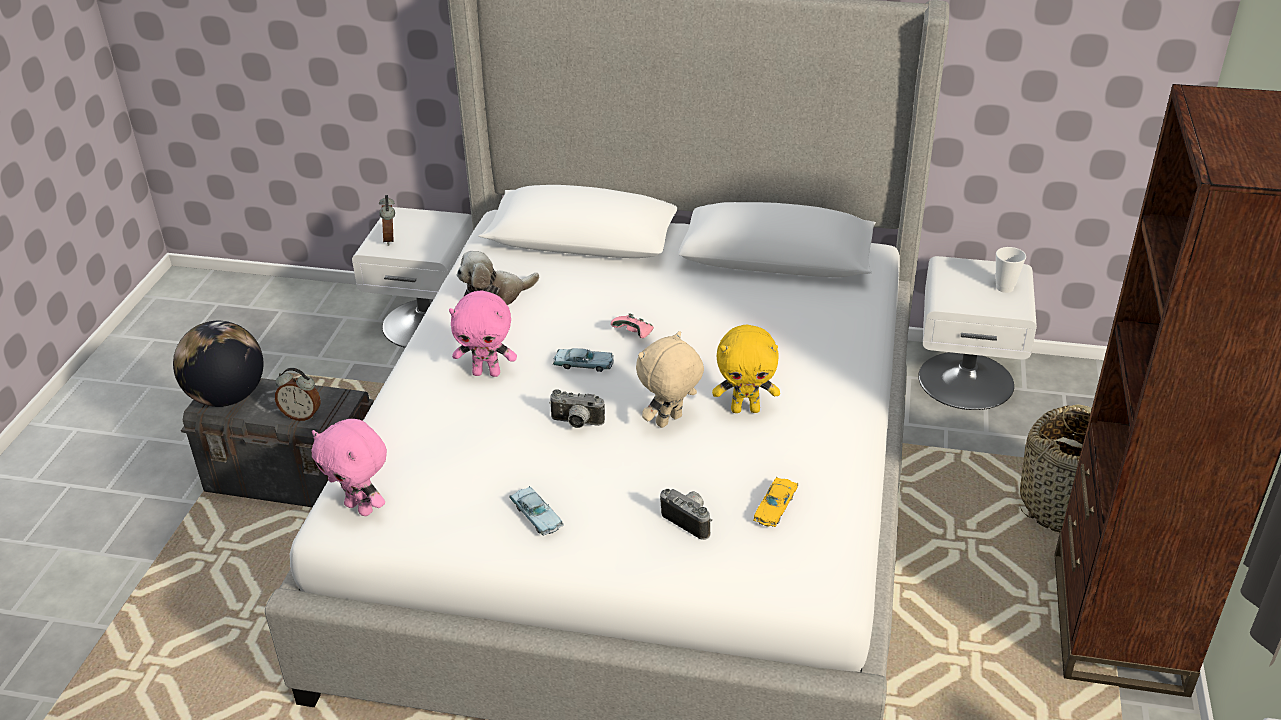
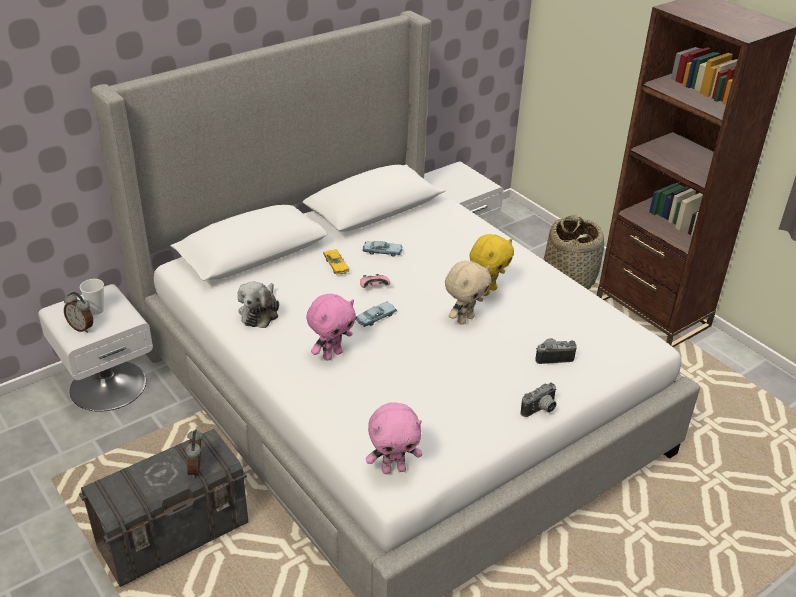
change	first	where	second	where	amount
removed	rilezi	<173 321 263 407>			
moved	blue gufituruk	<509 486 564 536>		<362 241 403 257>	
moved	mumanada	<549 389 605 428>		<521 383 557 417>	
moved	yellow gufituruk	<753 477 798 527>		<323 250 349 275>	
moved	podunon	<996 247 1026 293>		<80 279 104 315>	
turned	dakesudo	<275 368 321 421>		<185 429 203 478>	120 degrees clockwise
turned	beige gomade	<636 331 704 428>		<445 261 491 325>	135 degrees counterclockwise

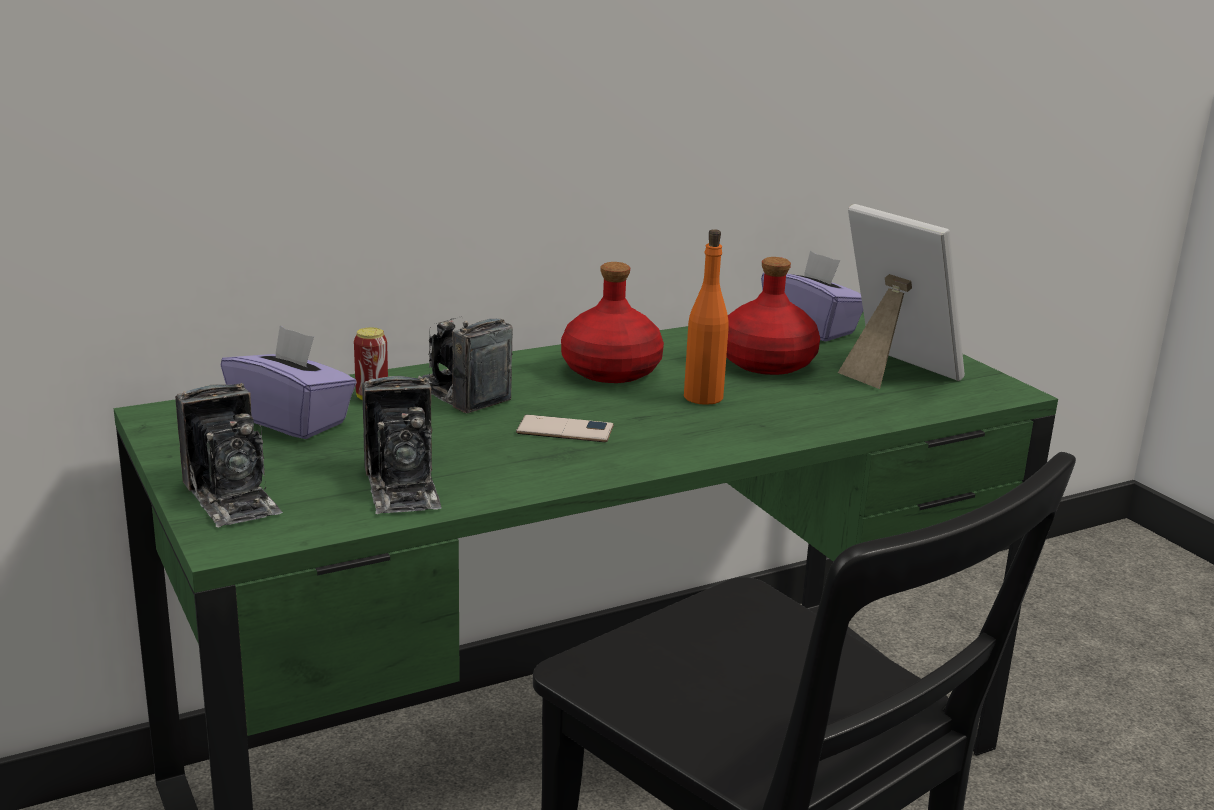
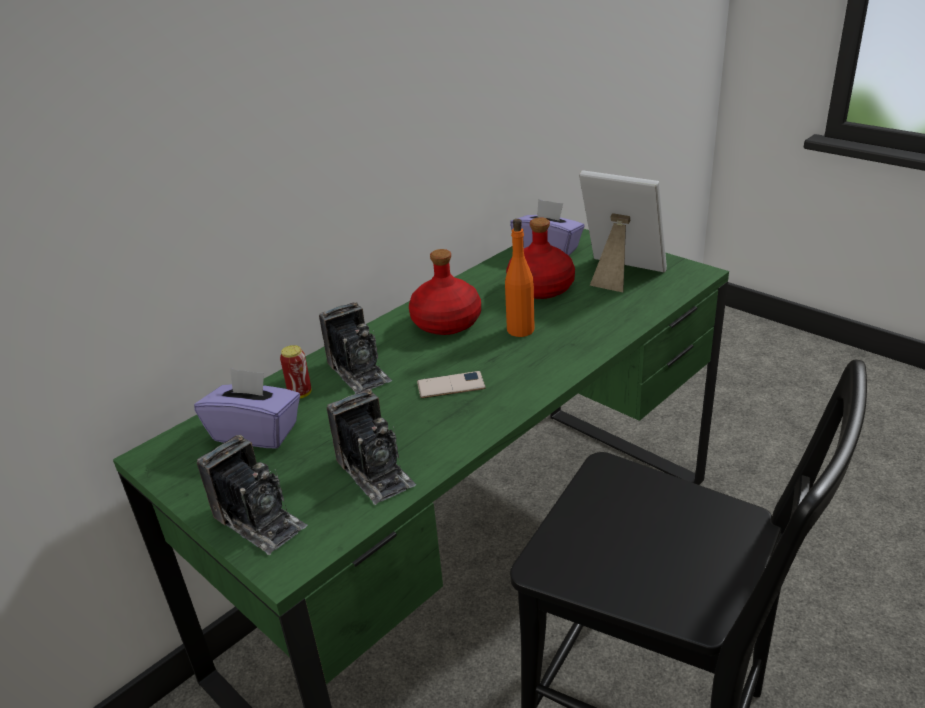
change	first	where	second	where	amount
turned	mumanada	<418 317 513 414>		<319 302 392 394>	150 degrees counterclockwise

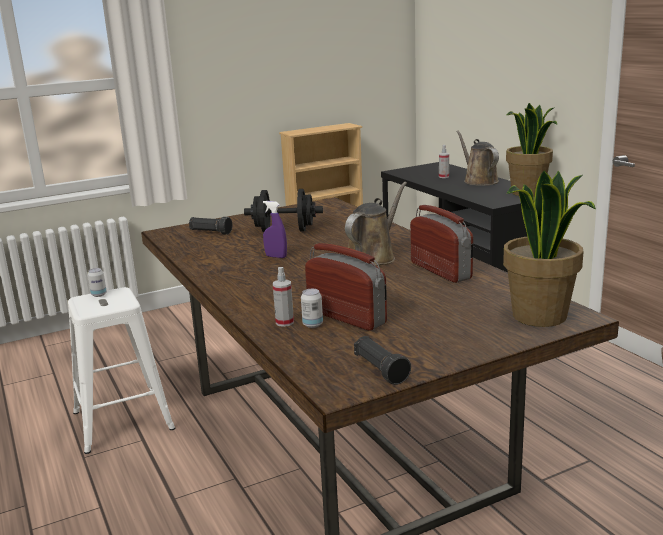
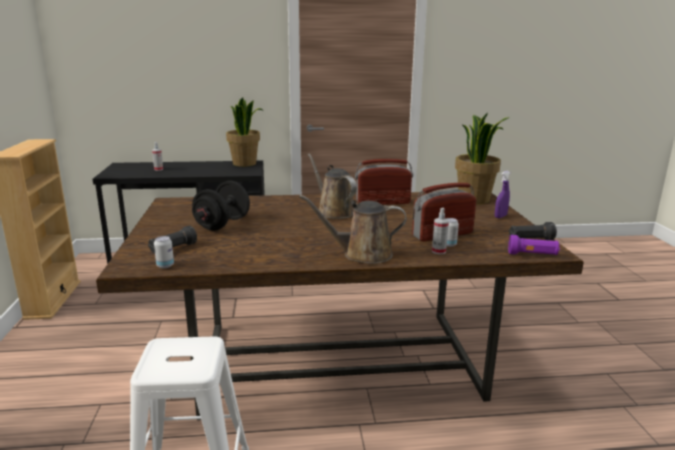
change	first	where	second	where	amount
added			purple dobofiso	<508 235 560 255>	
moved	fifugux	<88 268 107 297>		<154 236 174 268>	
moved	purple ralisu	<263 201 287 258>		<495 171 510 218>	
moved	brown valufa	<457 131 499 186>		<299 195 407 264>	

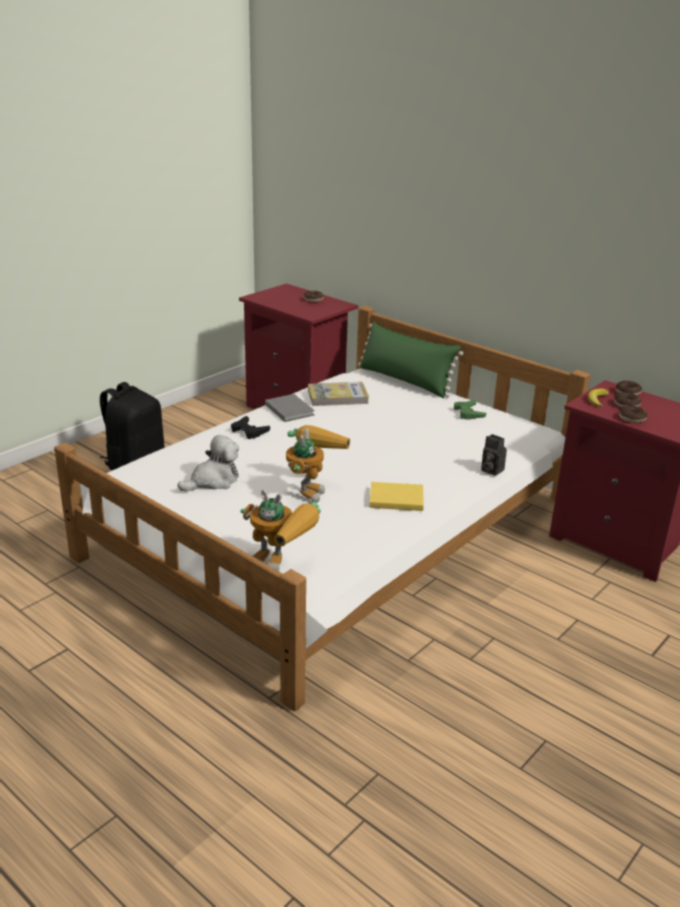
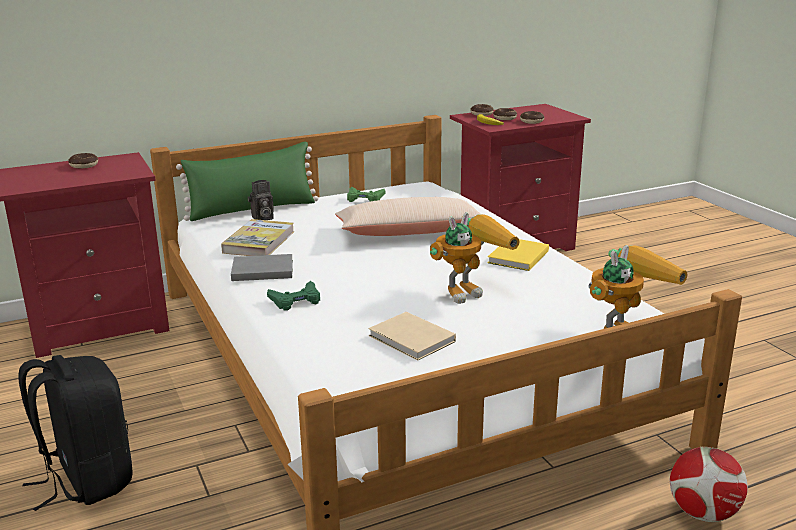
change	first	where	second	where	amount
added			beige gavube	<335 197 481 236>	
added			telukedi	<670 447 748 522>	
moved	mumanada	<481 434 507 476>		<248 180 274 220>	
replaced	gomade	<178 435 239 492>	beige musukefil	<369 312 456 360>	
recoloured	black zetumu	<231 416 270 439>	green zetumu	<267 281 320 311>	
turned	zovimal	<286 425 350 503>		<430 212 519 304>	105 degrees clockwise

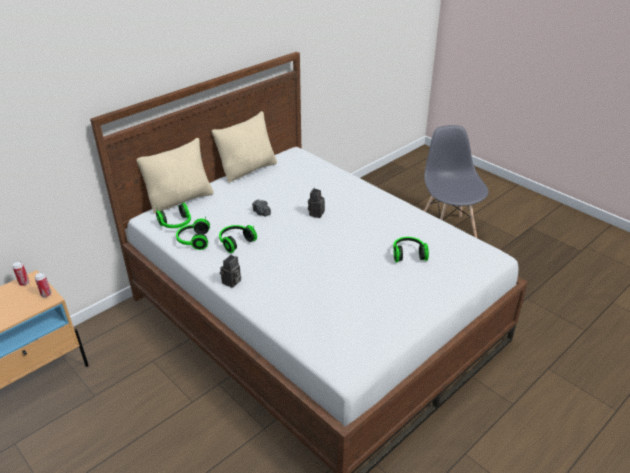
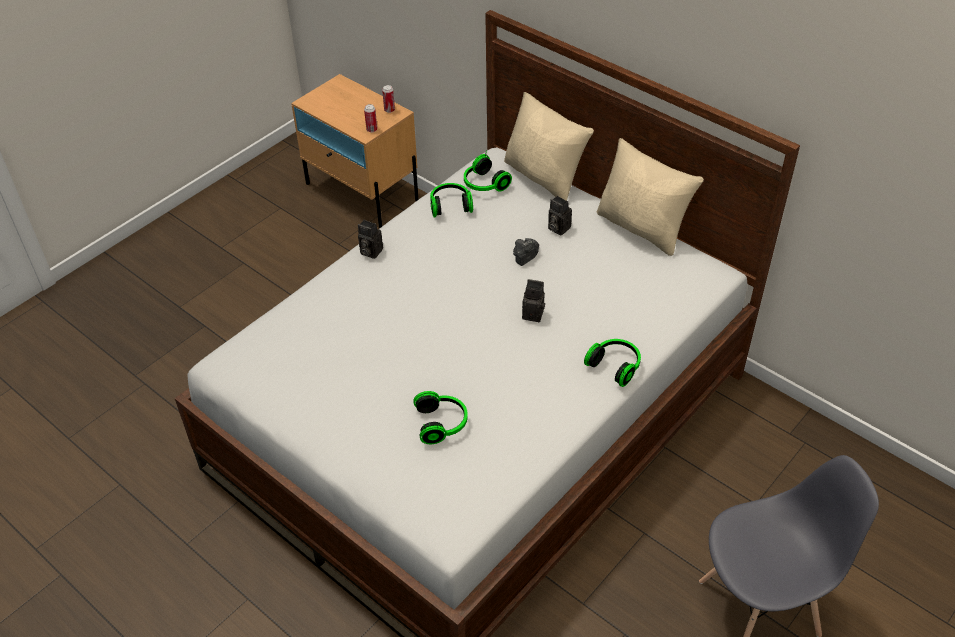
change	first	where	second	where	amount
added			mumanada	<548 196 572 235>	
moved	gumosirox	<219 225 257 253>		<584 339 641 387>	

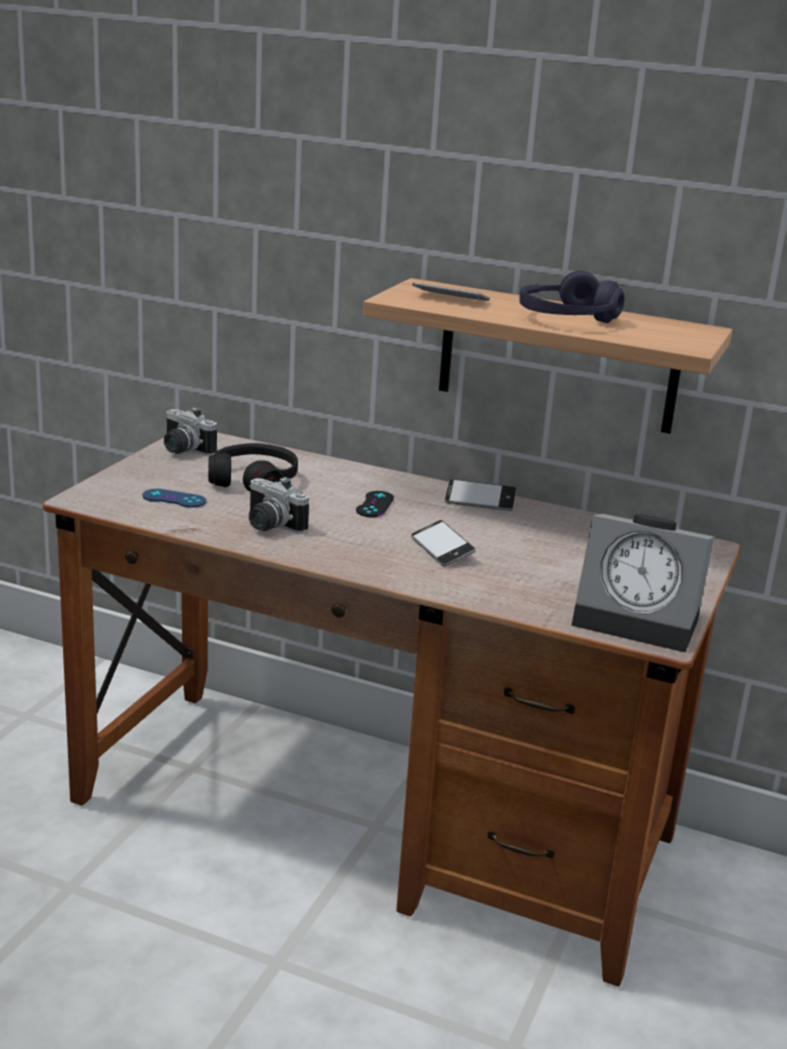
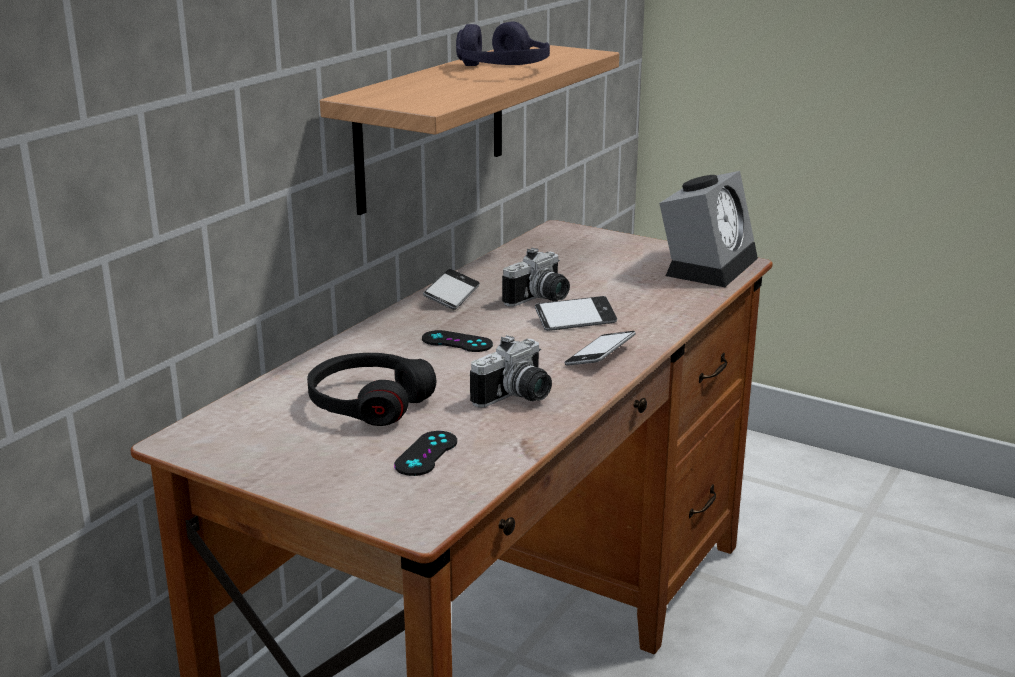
change	first	where	second	where	amount
moved	mumanada	<164 407 217 456>		<502 248 570 307>	
moved	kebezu	<412 282 490 301>		<565 331 636 366>	
recoloured	blue zetumu	<142 489 206 508>	black zetumu	<394 431 457 476>	

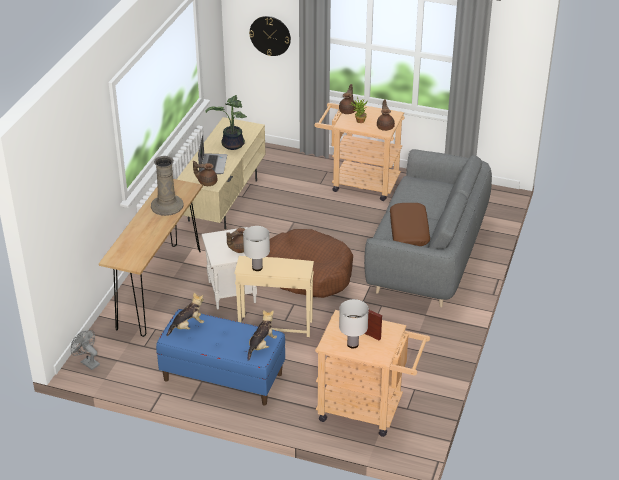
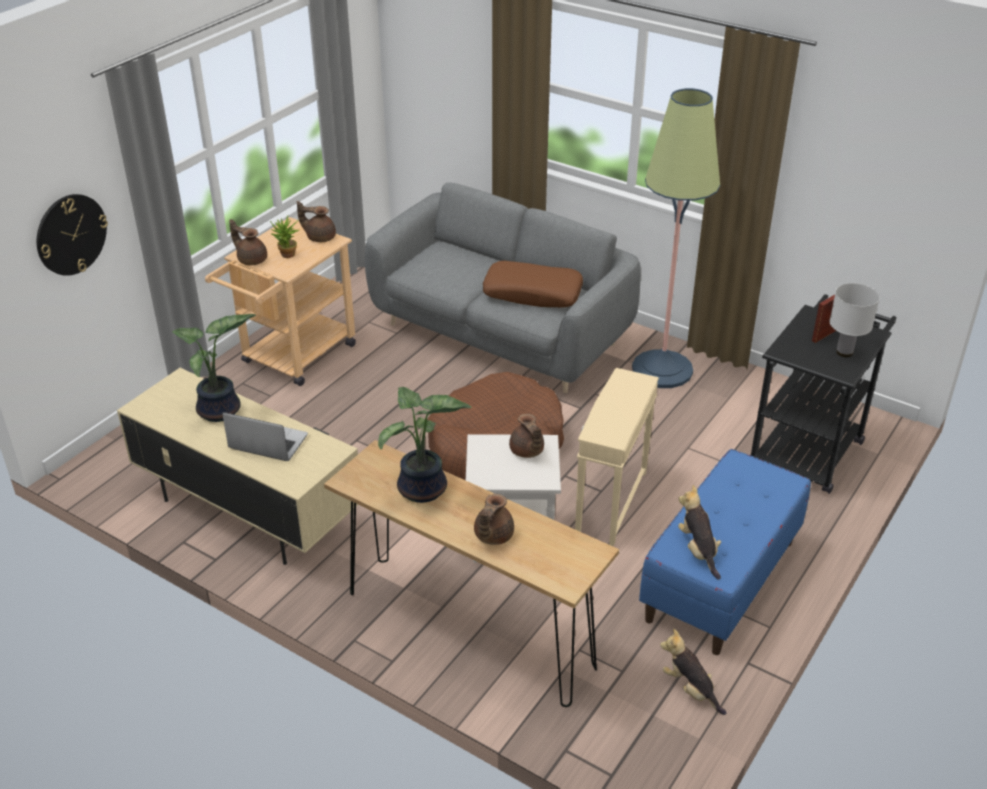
change	first	where	second	where	amount
removed	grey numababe	<71 330 100 370>			
removed	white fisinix	<243 226 270 271>			
added			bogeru	<632 88 720 388>	
moved	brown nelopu	<193 161 217 186>		<474 494 514 545>	
moved	gomade	<248 310 277 361>		<660 629 726 715>	
replaced	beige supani	<151 156 183 216>	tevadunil	<378 387 471 503>	
recoloured	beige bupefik	<315 310 430 437>	black bupefik	<751 294 896 494>	

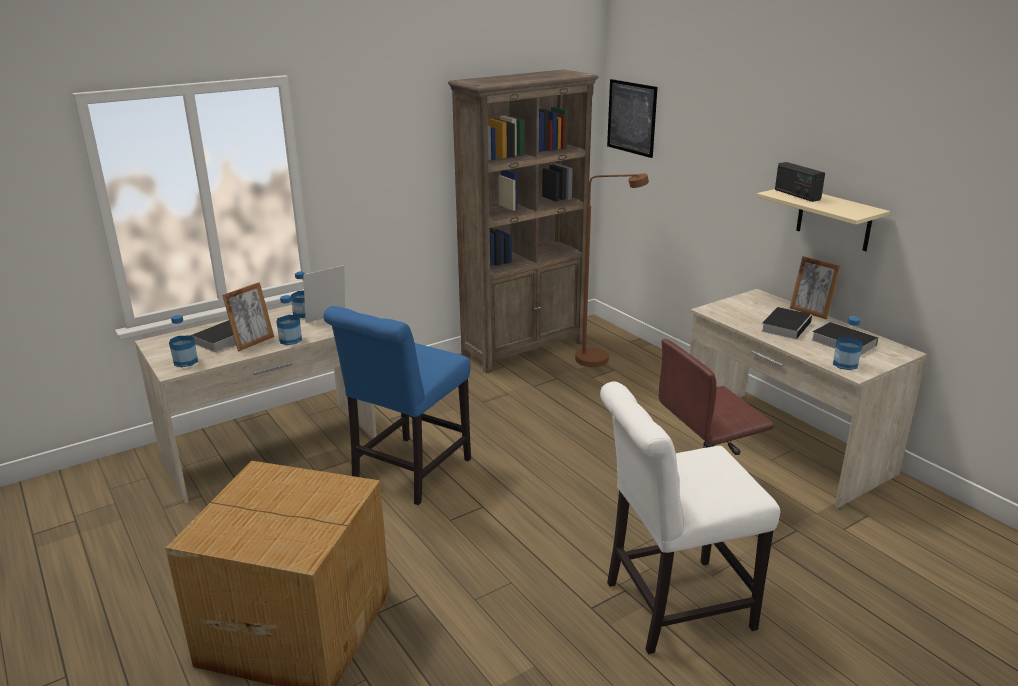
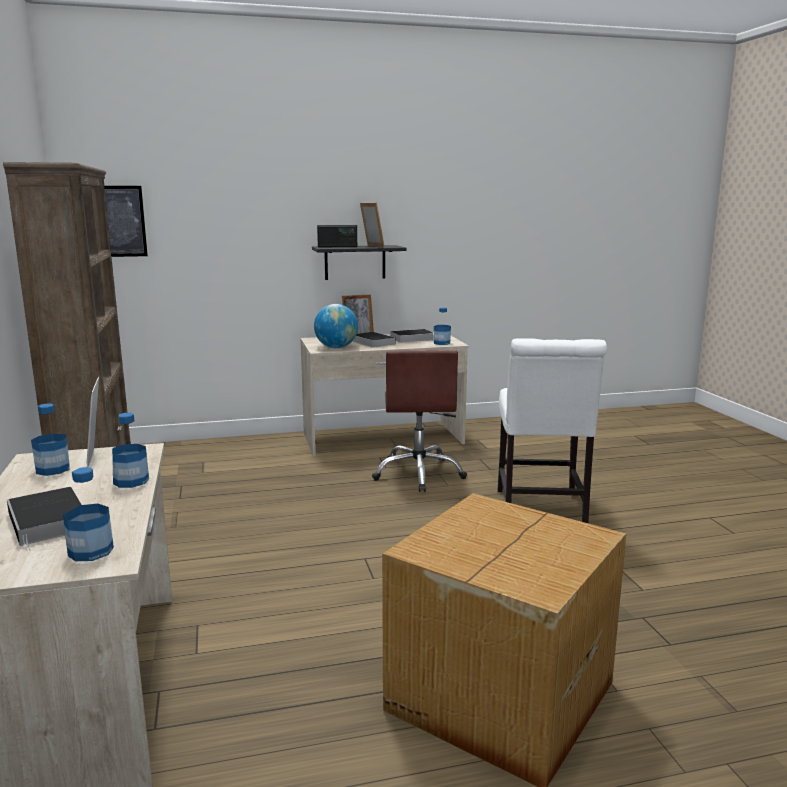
change	first	where	second	where	amount
removed	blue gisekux	<323 306 471 505>			
removed	brown bogeru	<575 174 649 367>			
added			rilezi	<314 304 358 348>	
moved	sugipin	<222 282 274 351>		<360 203 385 247>	
recoloured	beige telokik	<756 189 890 251>	black telokik	<312 245 407 280>	

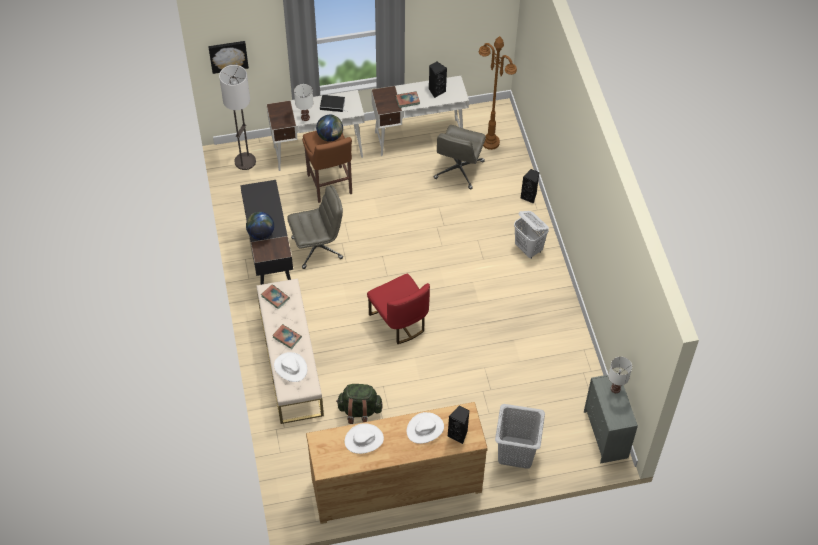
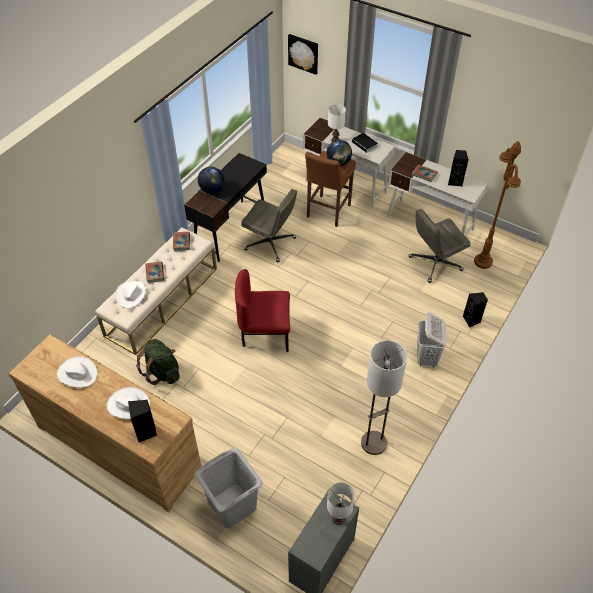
change	first	where	second	where	amount
moved	bogeru	<219 65 256 170>		<361 340 407 455>	
turned	red gisekux	<367 274 430 344>		<235 269 290 352>	75 degrees clockwise

